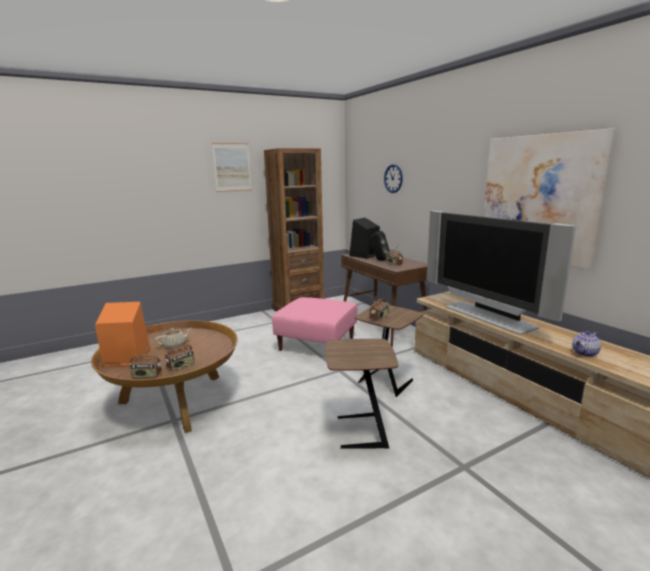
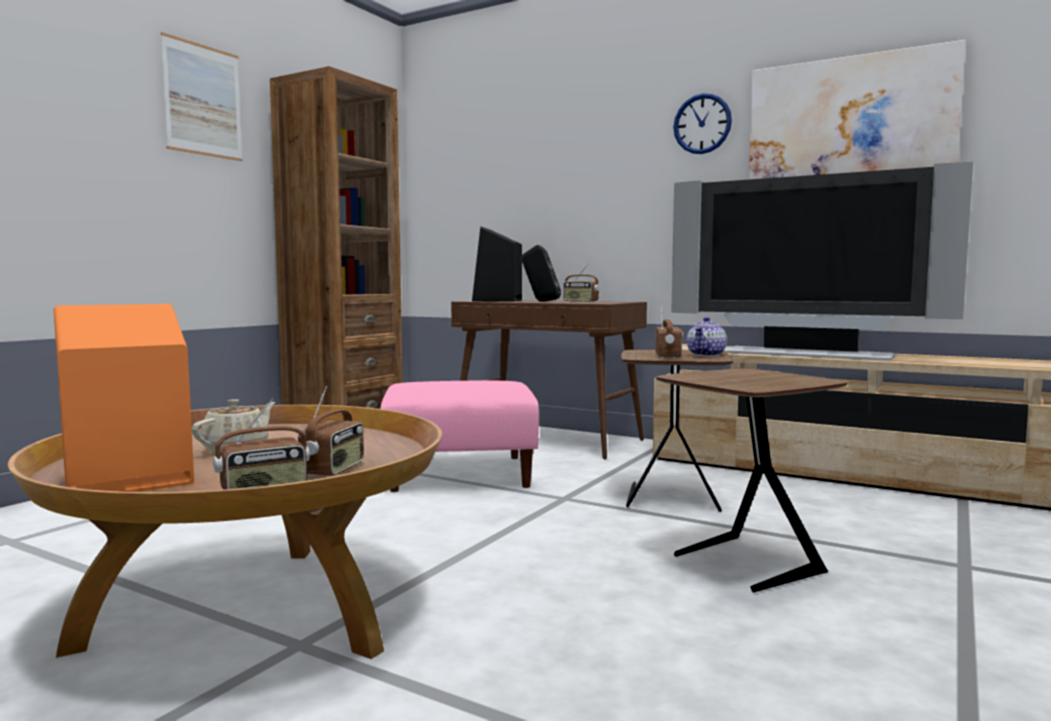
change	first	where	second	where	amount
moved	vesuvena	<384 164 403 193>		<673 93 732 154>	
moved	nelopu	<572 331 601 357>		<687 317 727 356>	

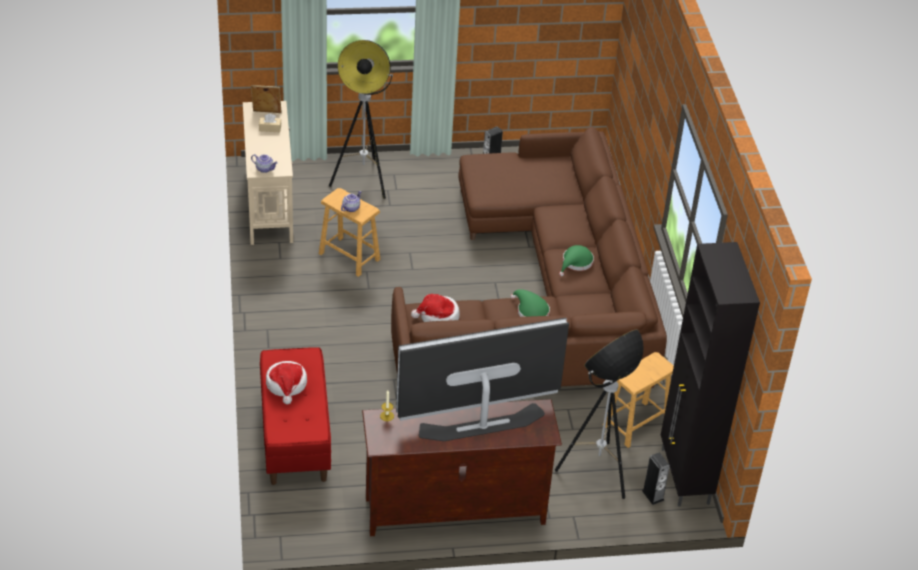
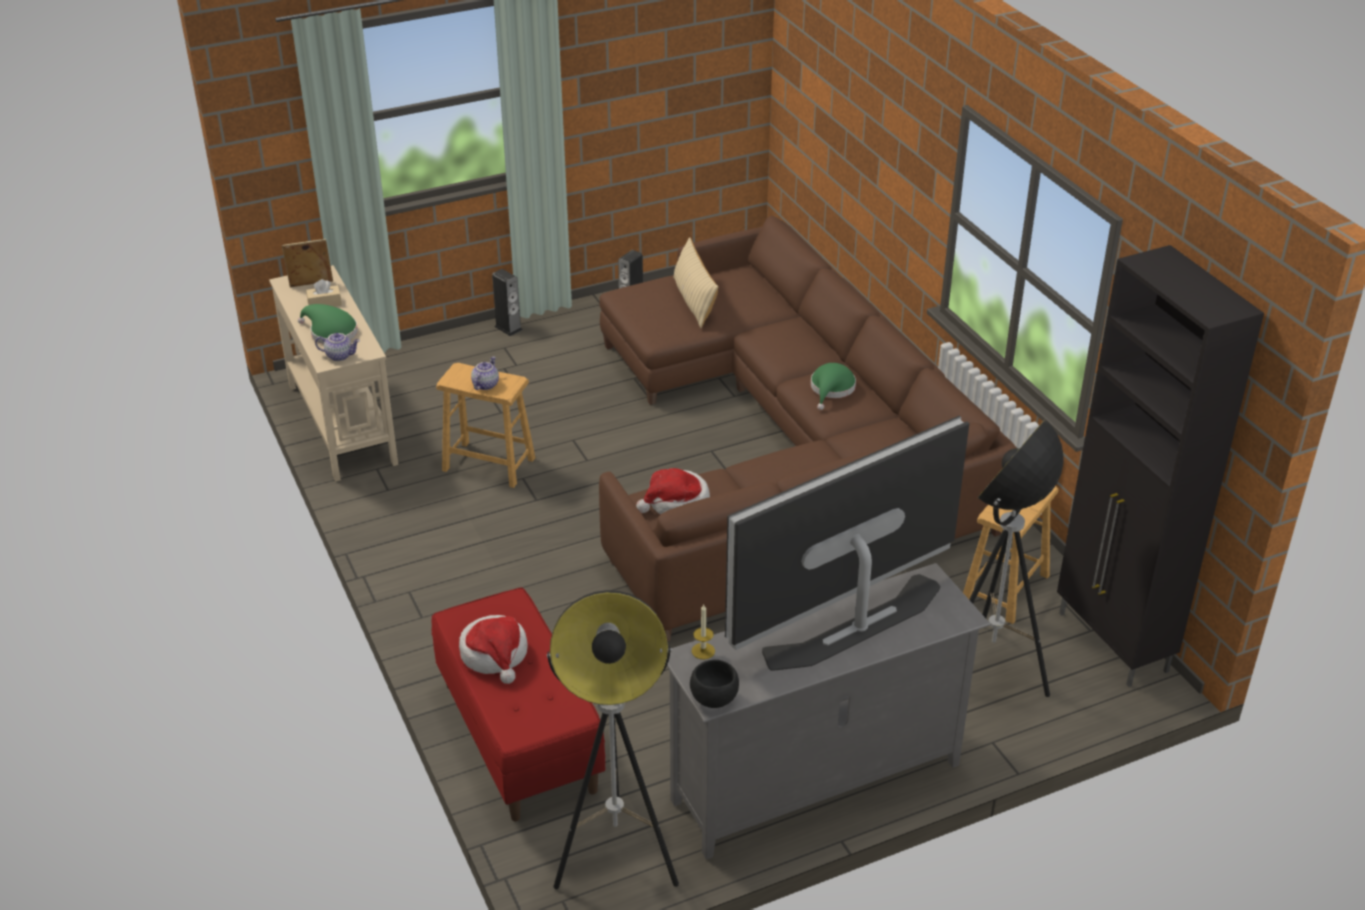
change	first	where	second	where	amount
added			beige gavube	<673 237 718 328>	
added			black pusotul	<690 659 739 708>	
moved	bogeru	<329 40 393 199>		<547 590 679 889>	
moved	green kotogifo	<511 289 550 317>		<298 304 358 344>	
moved	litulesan	<642 453 670 505>		<492 269 523 336>	
recoloured	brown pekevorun	<362 399 562 536>	grey pekevorun	<667 563 991 860>	

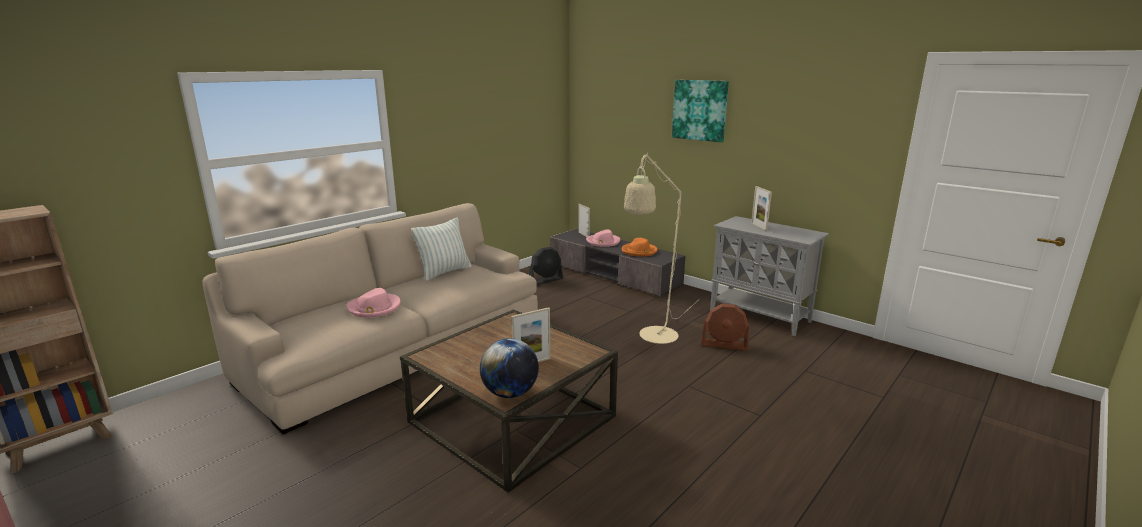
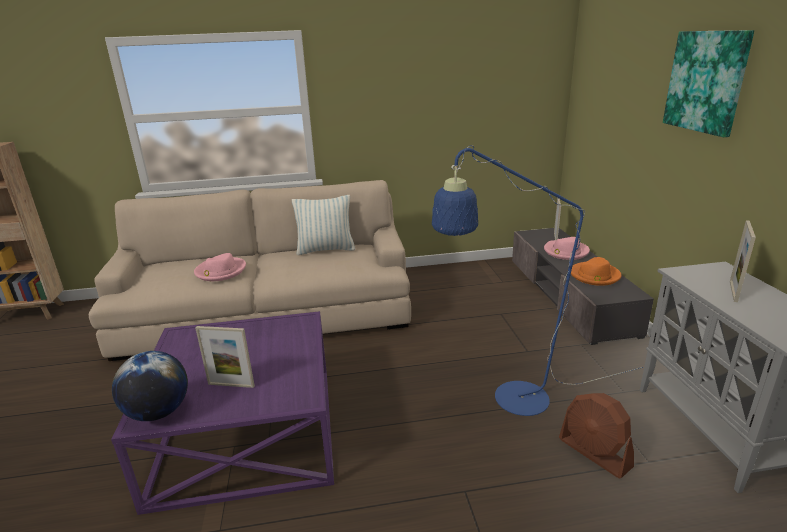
change	first	where	second	where	amount
removed	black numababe	<528 247 563 285>			
recoloured	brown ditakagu	<400 309 618 493>	purple ditakagu	<111 311 334 515>	
recoloured	beige bogeru	<624 153 696 344>	blue bogeru	<432 145 643 416>	

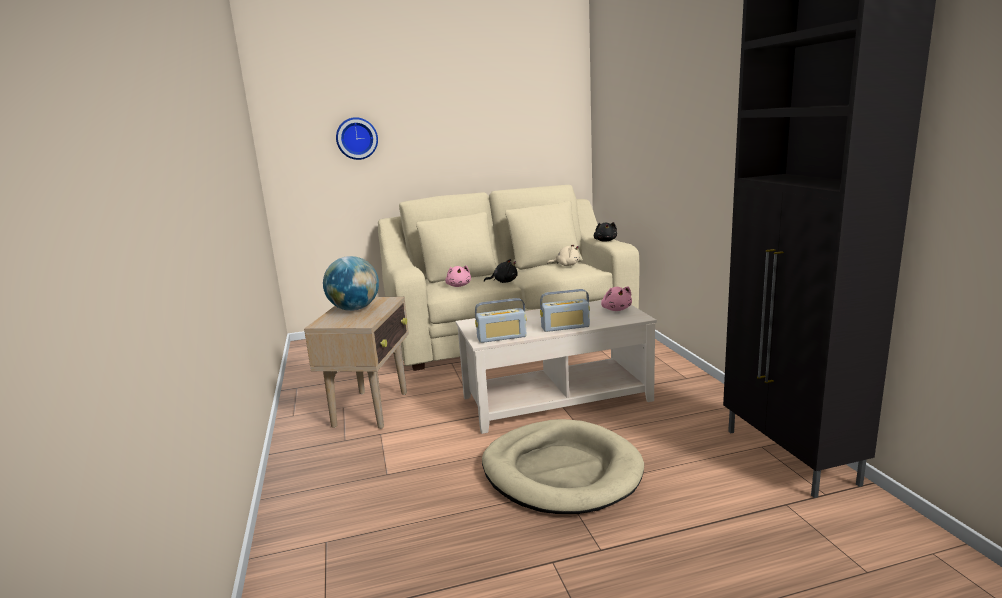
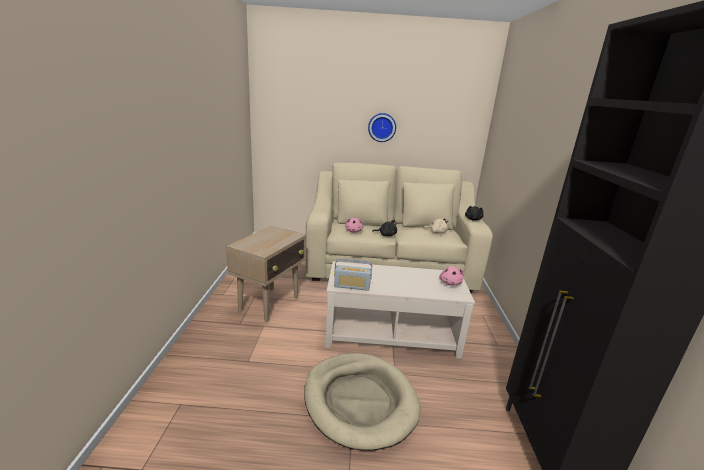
change	first	where	second	where	amount
removed	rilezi	<323 256 379 311>			
removed	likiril	<540 289 590 332>			
moved	vesuvena	<336 117 378 160>		<368 113 396 142>	

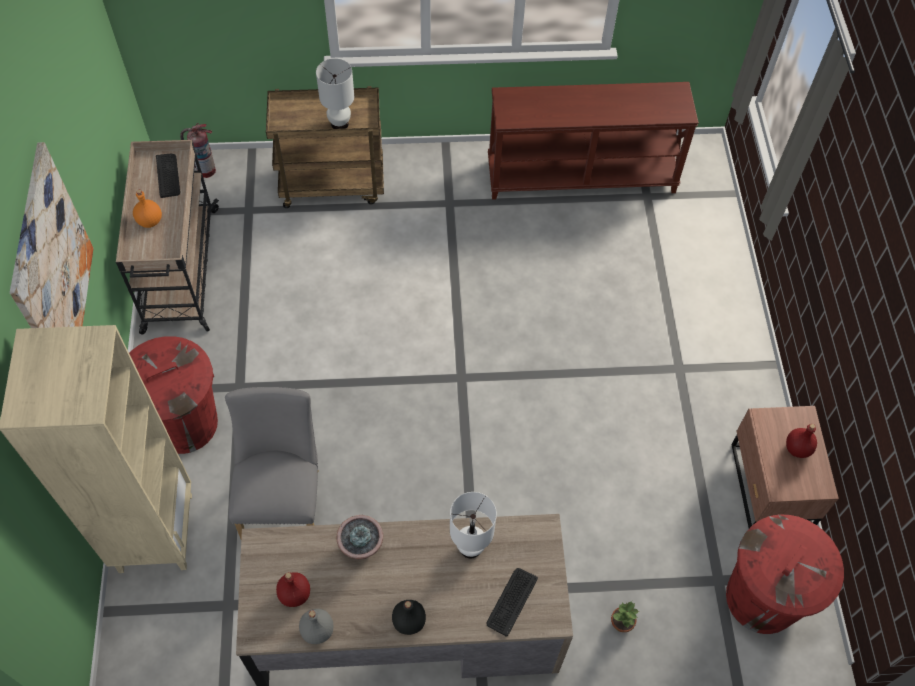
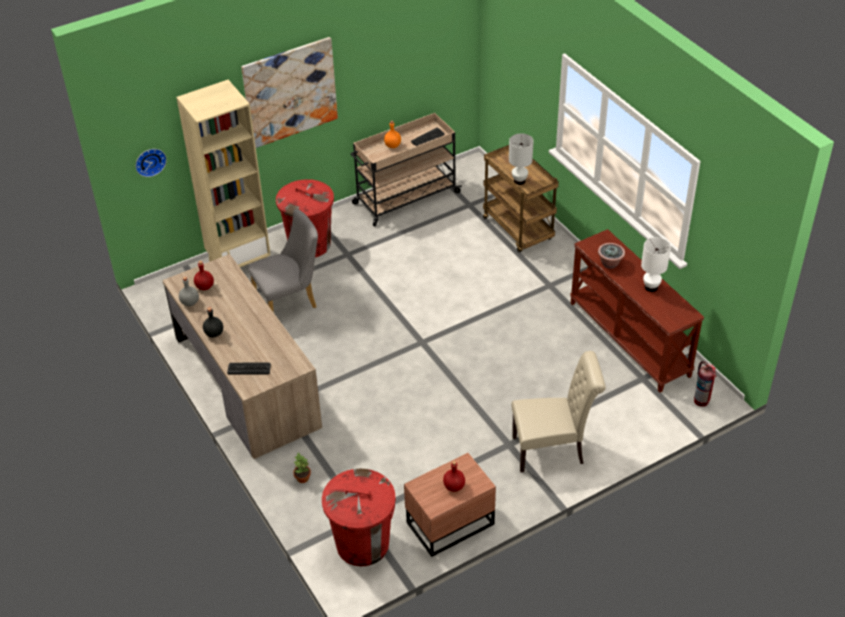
change	first	where	second	where	amount
added			vesuvena	<136 149 167 177>	
added			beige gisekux	<511 351 606 473>	
moved	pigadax	<180 123 216 178>		<694 361 717 407>	
moved	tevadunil	<337 515 383 559>		<598 243 625 269>	
moved	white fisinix	<450 492 497 559>		<641 237 671 292>	

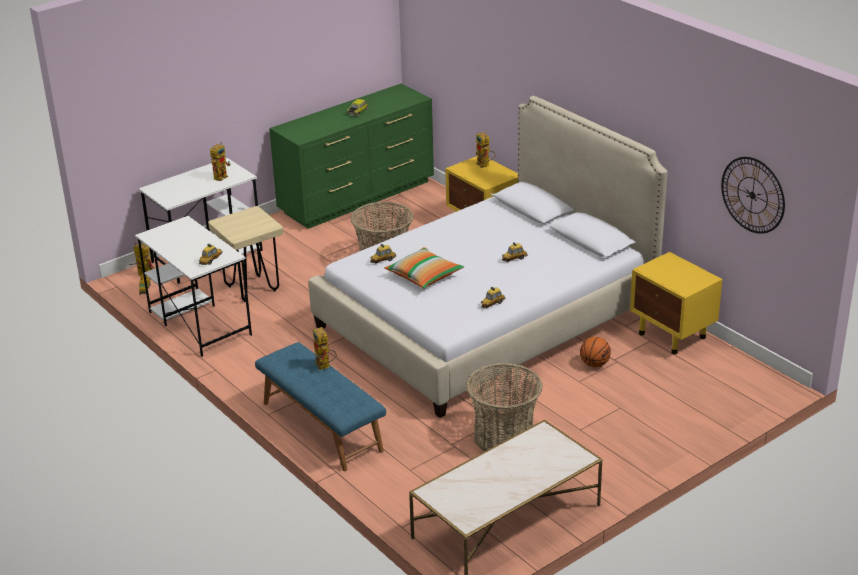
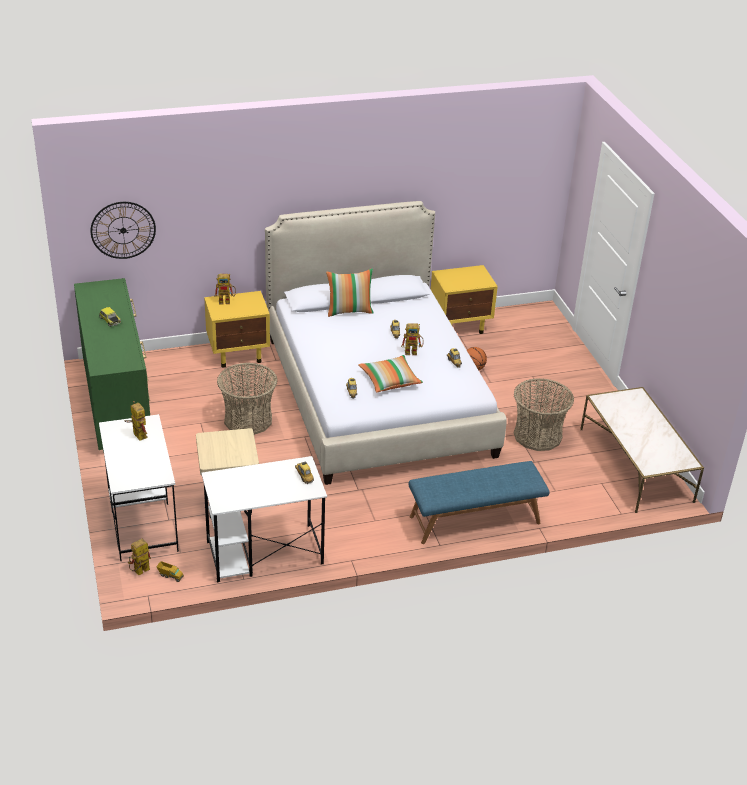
change	first	where	second	where	amount
added			gavube	<326 268 374 317>	
moved	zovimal	<313 327 337 370>		<401 324 424 355>	
moved	vesuvena	<721 157 785 234>		<91 202 156 259>	

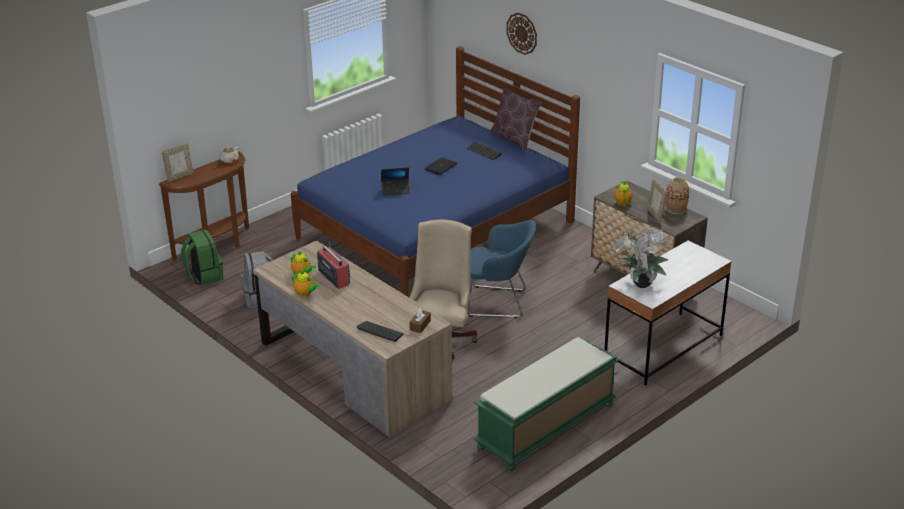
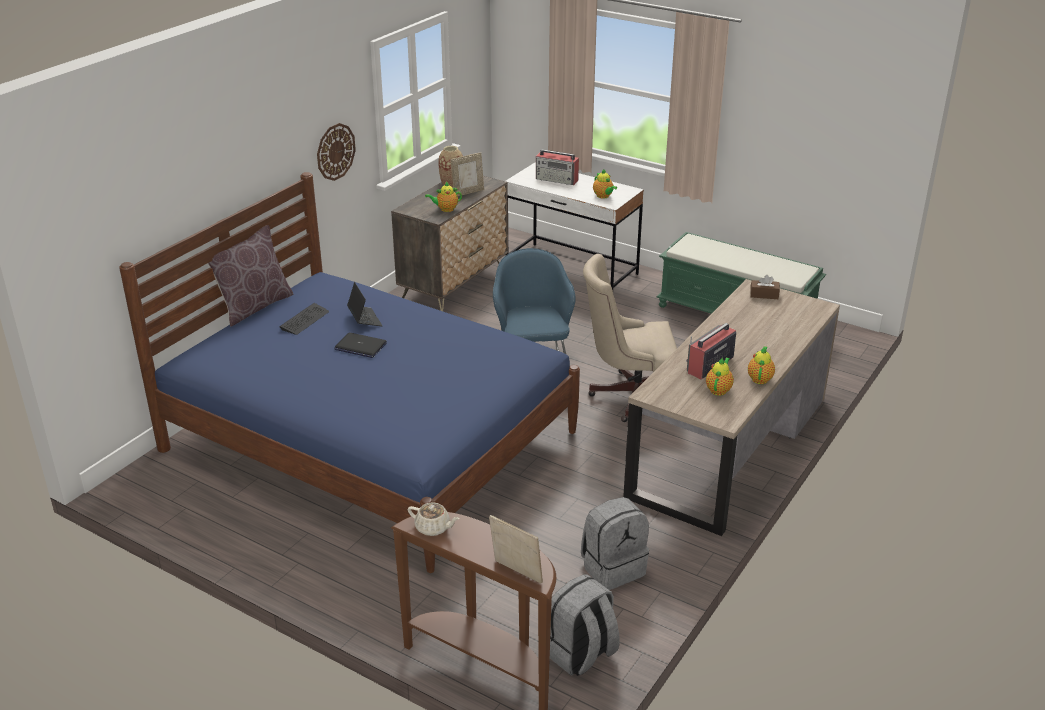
change	first	where	second	where	amount
removed	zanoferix	<357 321 404 342>			
added			likiril	<536 149 579 185>	
moved	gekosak	<381 167 411 196>		<347 282 383 326>	
moved	vesuvena	<506 13 537 55>		<317 123 356 181>	
replaced	tevadunil	<612 227 671 288>	nelopu	<593 170 617 199>	
recoloured	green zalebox	<181 229 223 285>	grey zalebox	<550 574 619 676>	

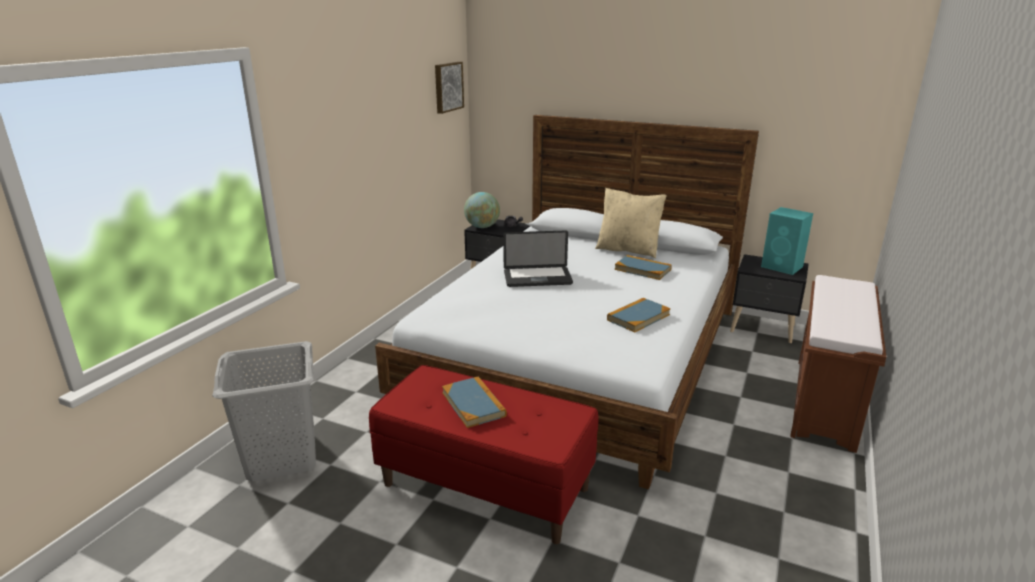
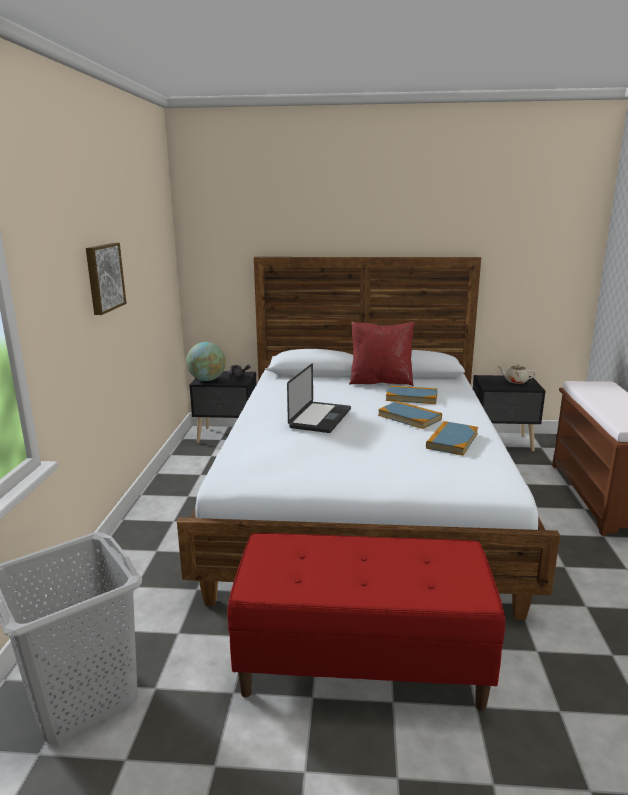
change	first	where	second	where	amount
moved	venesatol	<435 62 464 114>		<86 243 127 315>	
moved	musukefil	<442 377 507 428>		<378 401 442 429>	
replaced	turquoise litulesan	<761 207 813 275>	beige nelopu	<498 364 536 384>	
recoloured	beige gavube	<595 188 667 258>	red gavube	<349 322 415 386>	
turned	gekosak	<503 230 573 287>		<287 363 351 433>	45 degrees counterclockwise

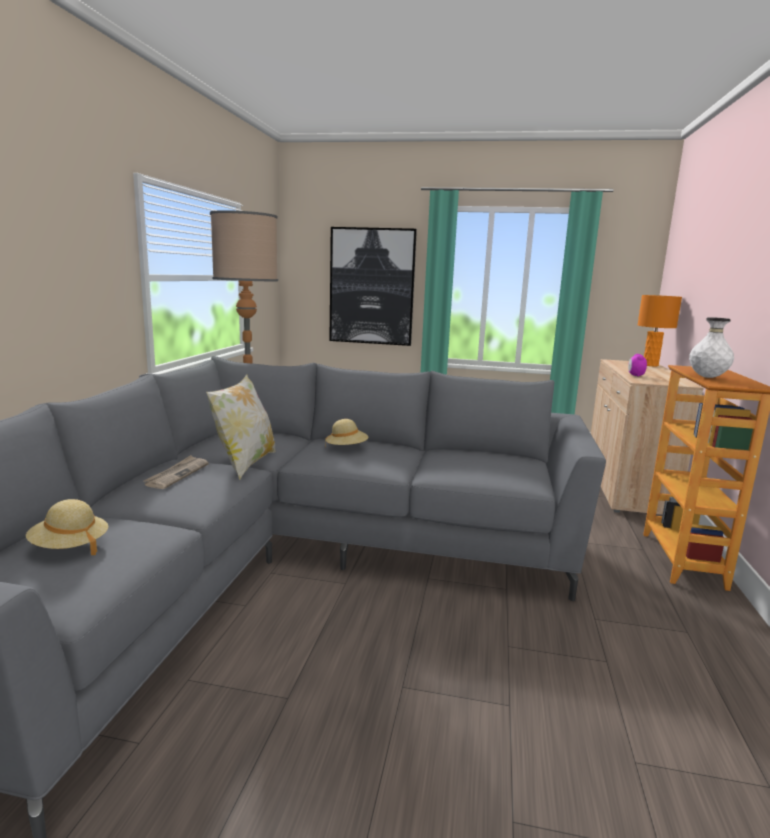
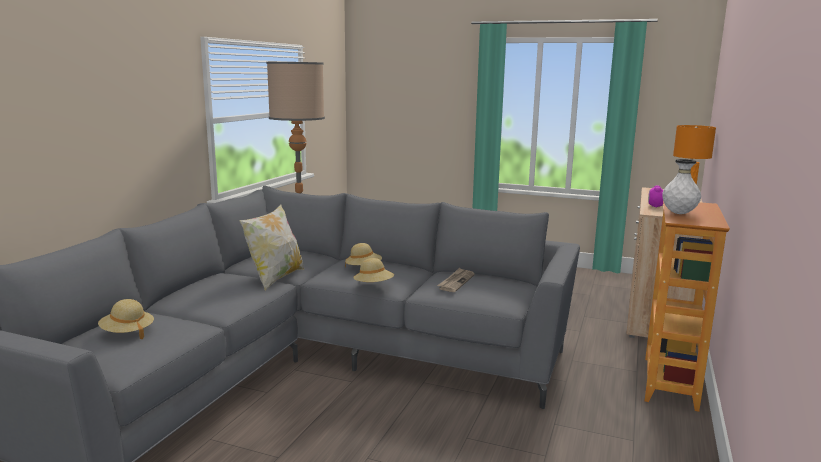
change	first	where	second	where	amount
removed	venesatol	<329 227 417 346>			
added			beige kotogifo	<353 258 394 282>	
moved	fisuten	<143 455 209 489>		<437 268 475 292>	

